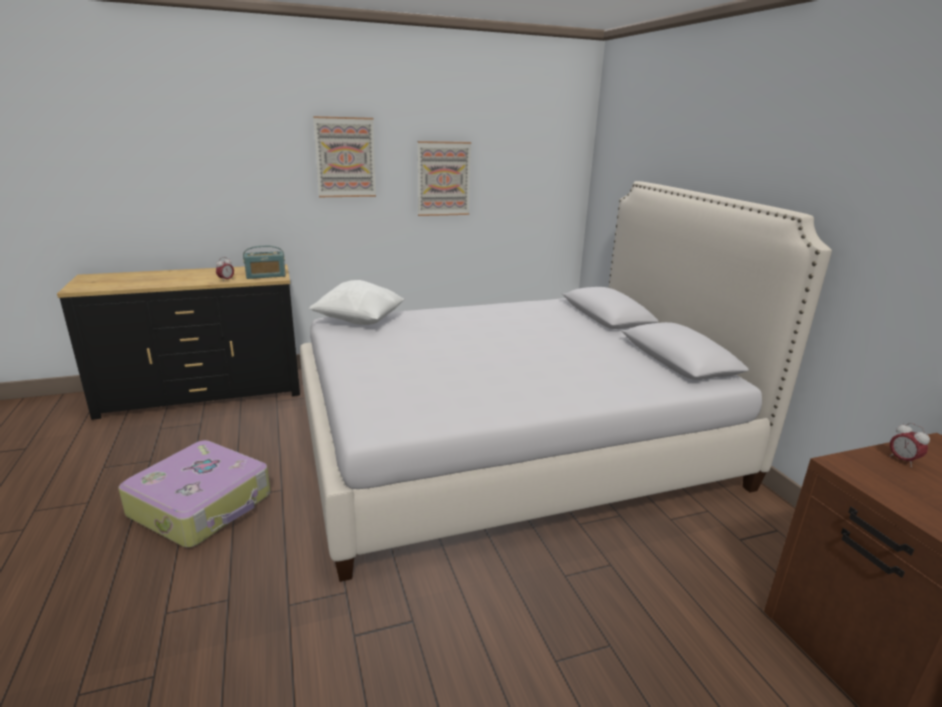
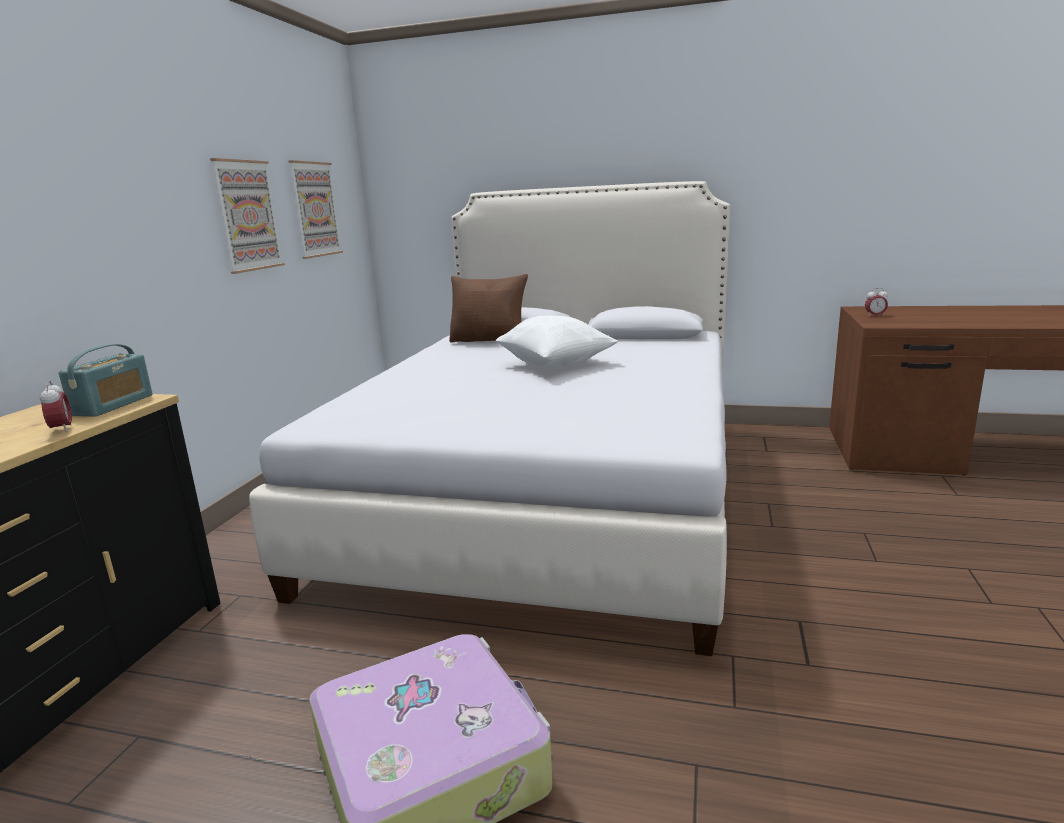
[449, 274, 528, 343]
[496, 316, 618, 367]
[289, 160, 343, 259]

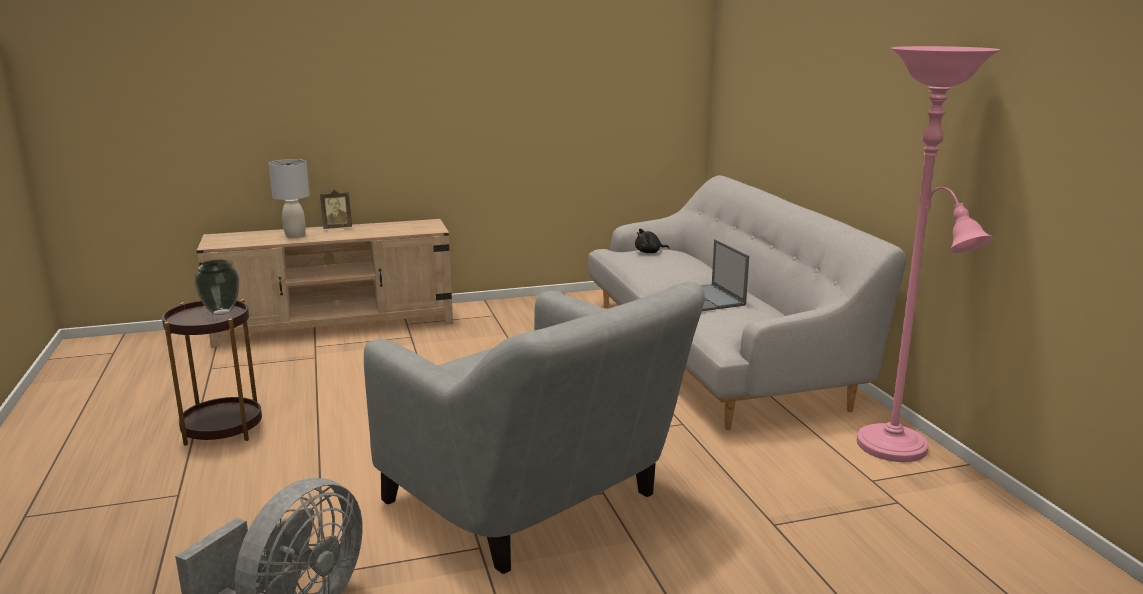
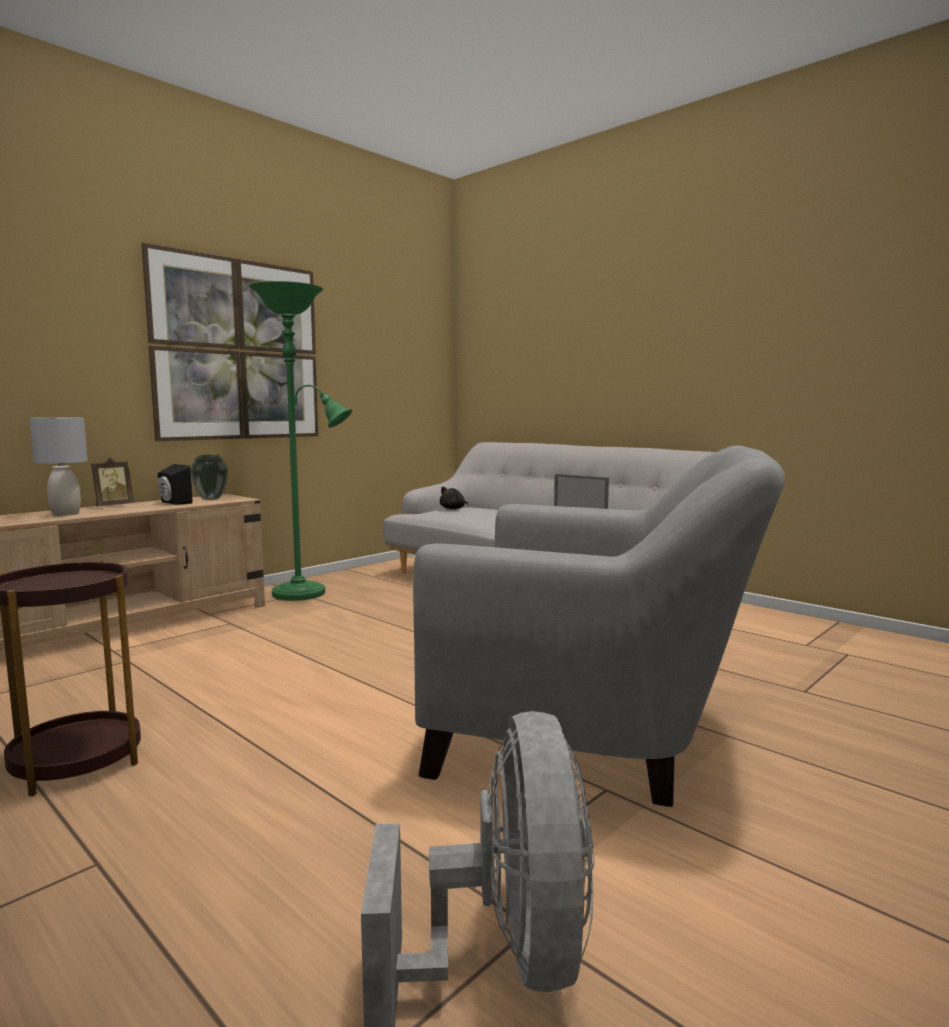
[857, 46, 1000, 462] (first image)
[141, 243, 318, 441]
[158, 464, 193, 505]
[249, 281, 352, 601]
[191, 455, 228, 500]

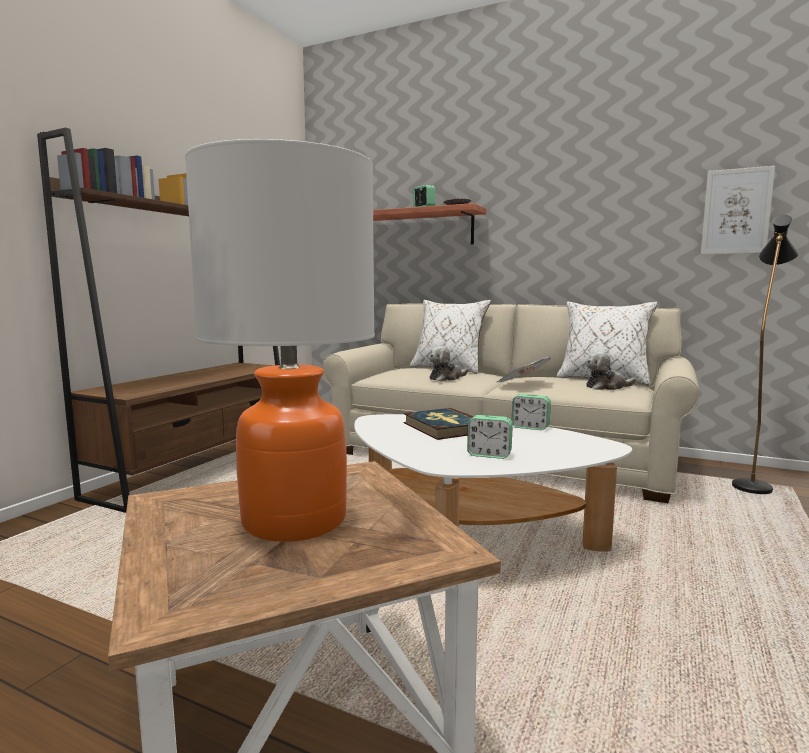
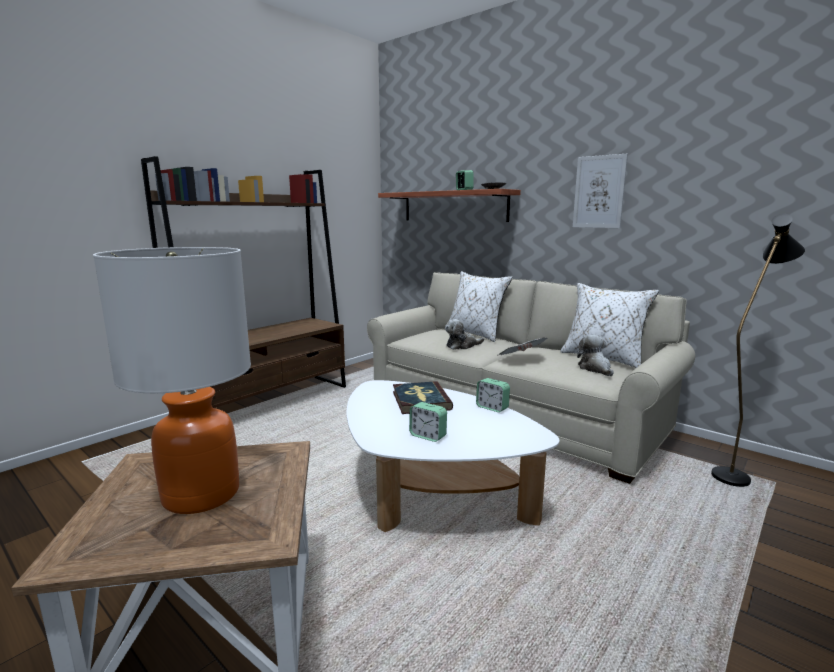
[573, 154, 628, 228]
[577, 335, 614, 376]

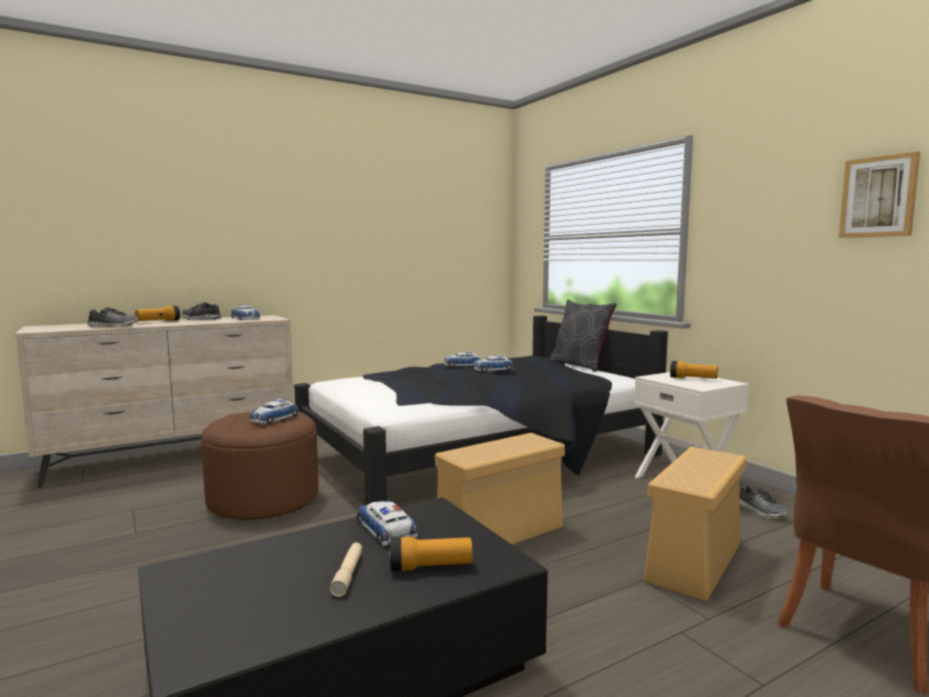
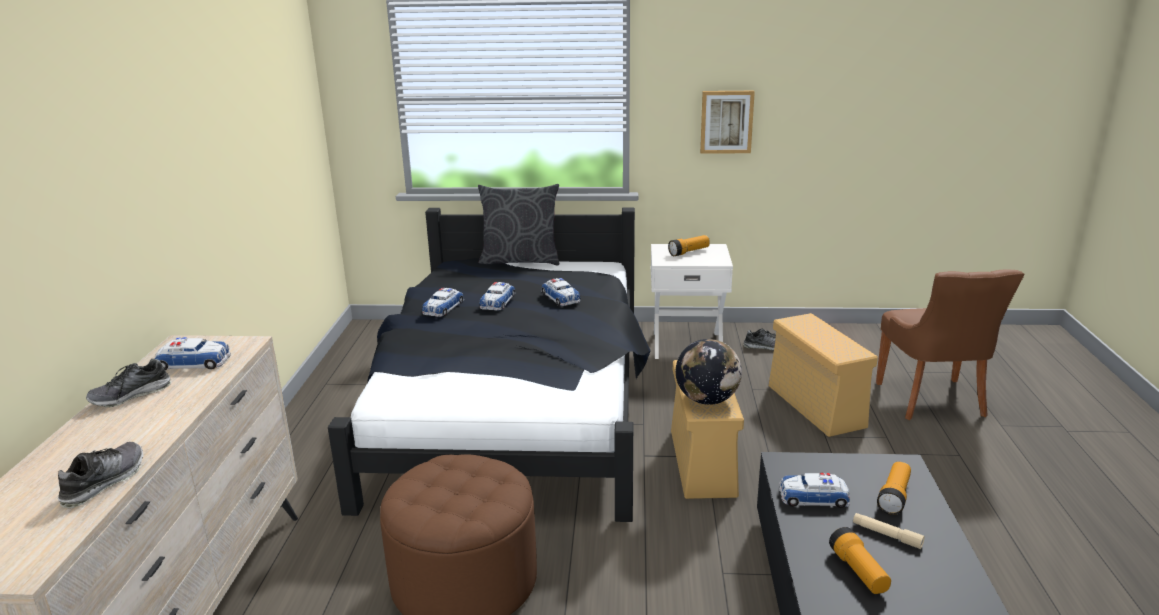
[676, 339, 742, 405]
[829, 527, 891, 594]
[541, 278, 581, 306]
[700, 91, 755, 154]

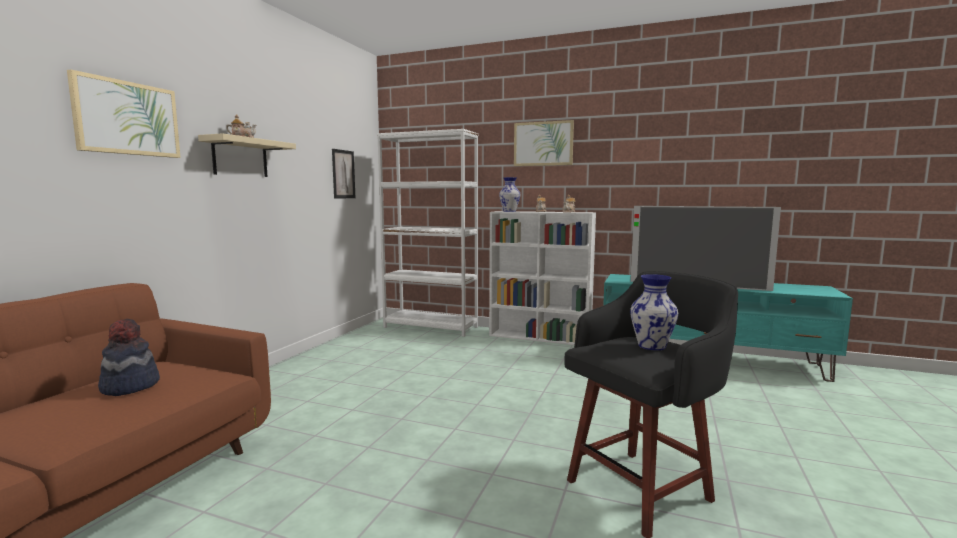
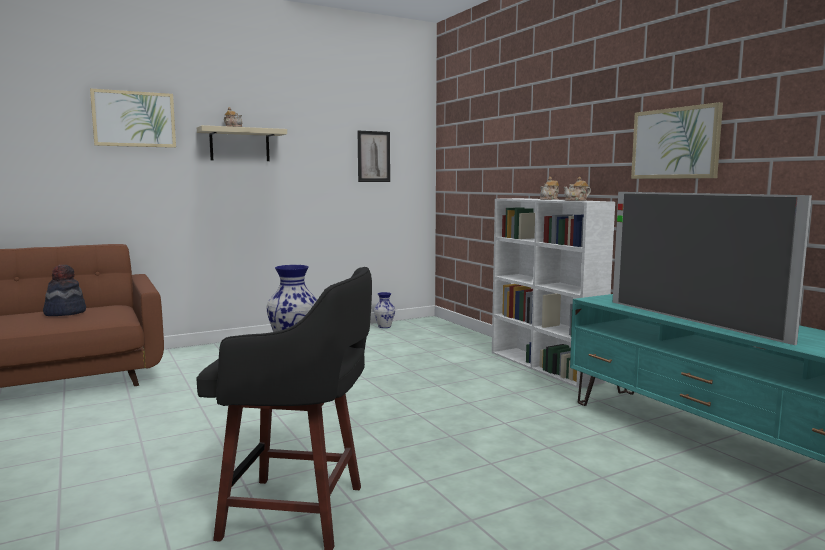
[377, 129, 479, 337] (first image)
[374, 292, 395, 328]
[631, 102, 723, 179]

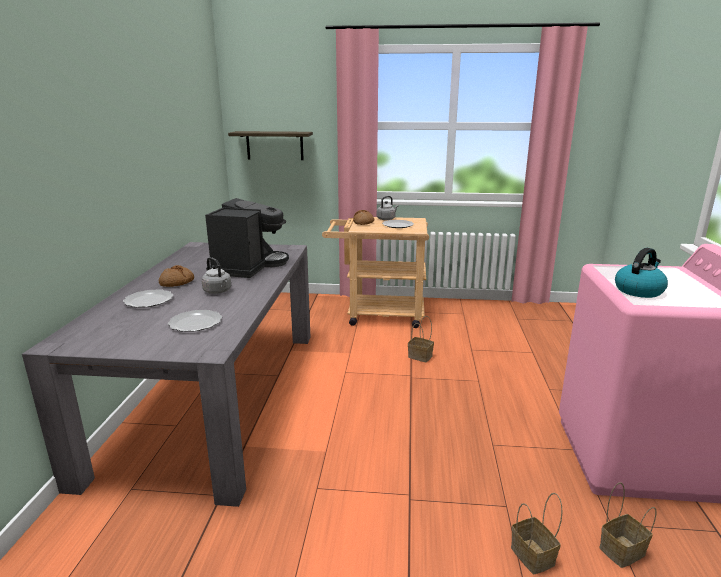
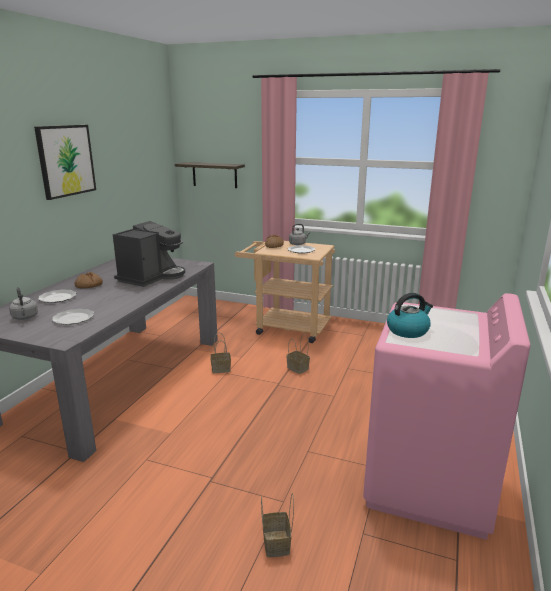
[34, 125, 96, 200]
[9, 287, 38, 320]
[210, 332, 231, 373]

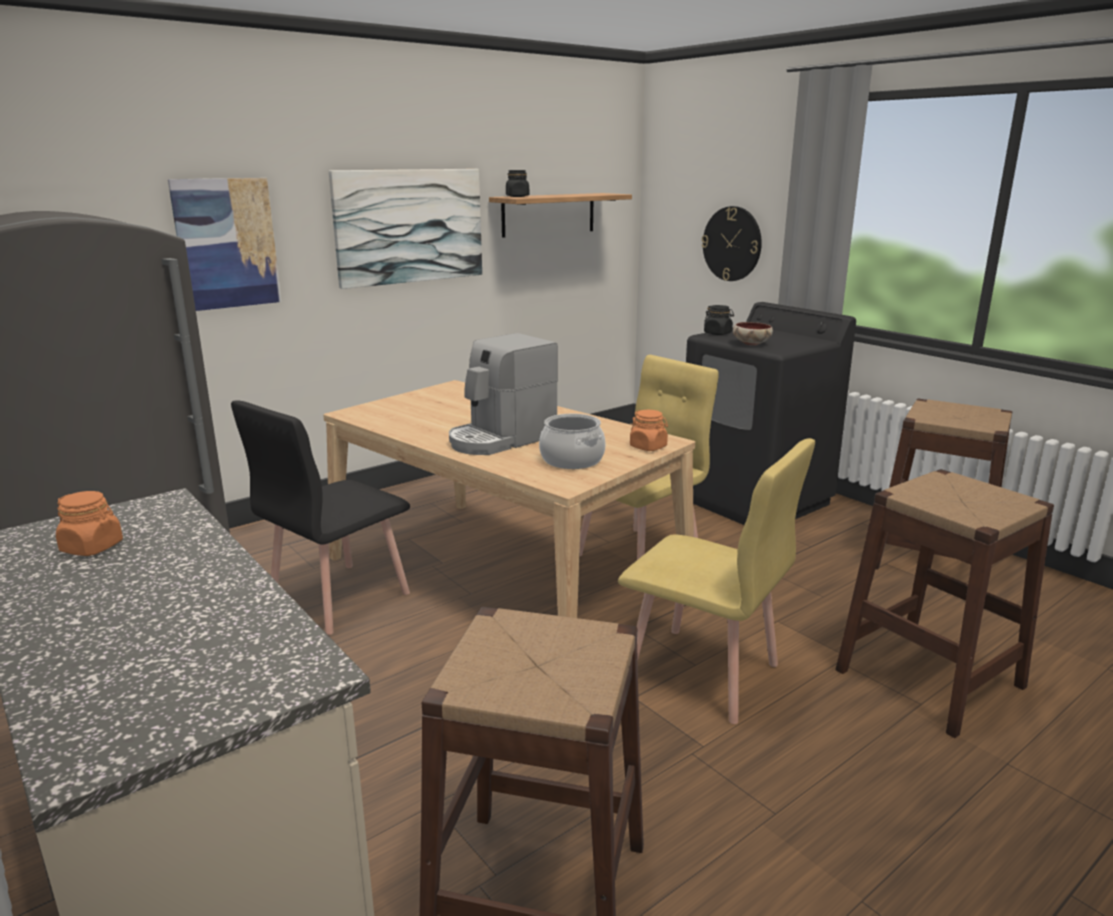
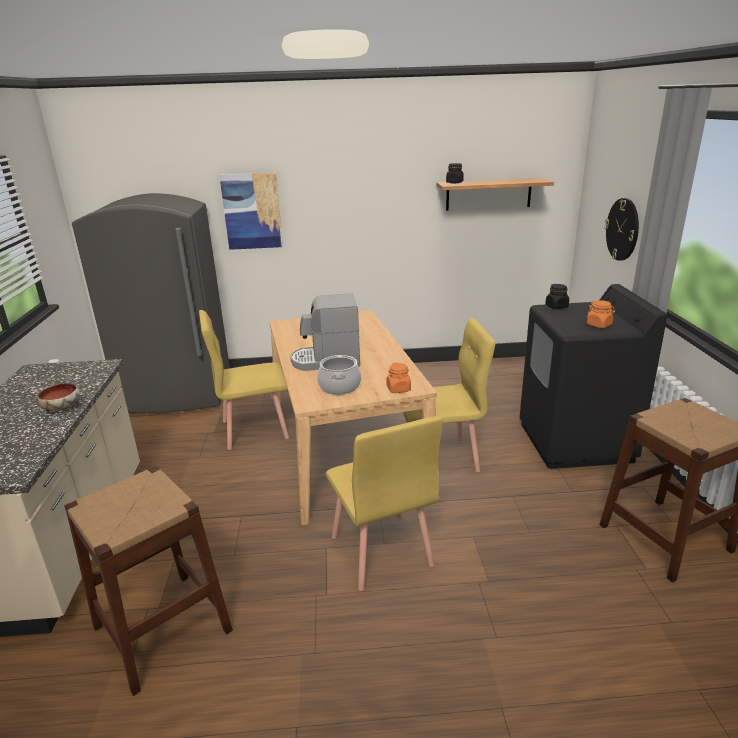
[329, 169, 482, 289] (first image)
[835, 469, 1054, 738] (first image)
[586, 300, 615, 328]
[37, 383, 80, 411]
[199, 310, 289, 450]

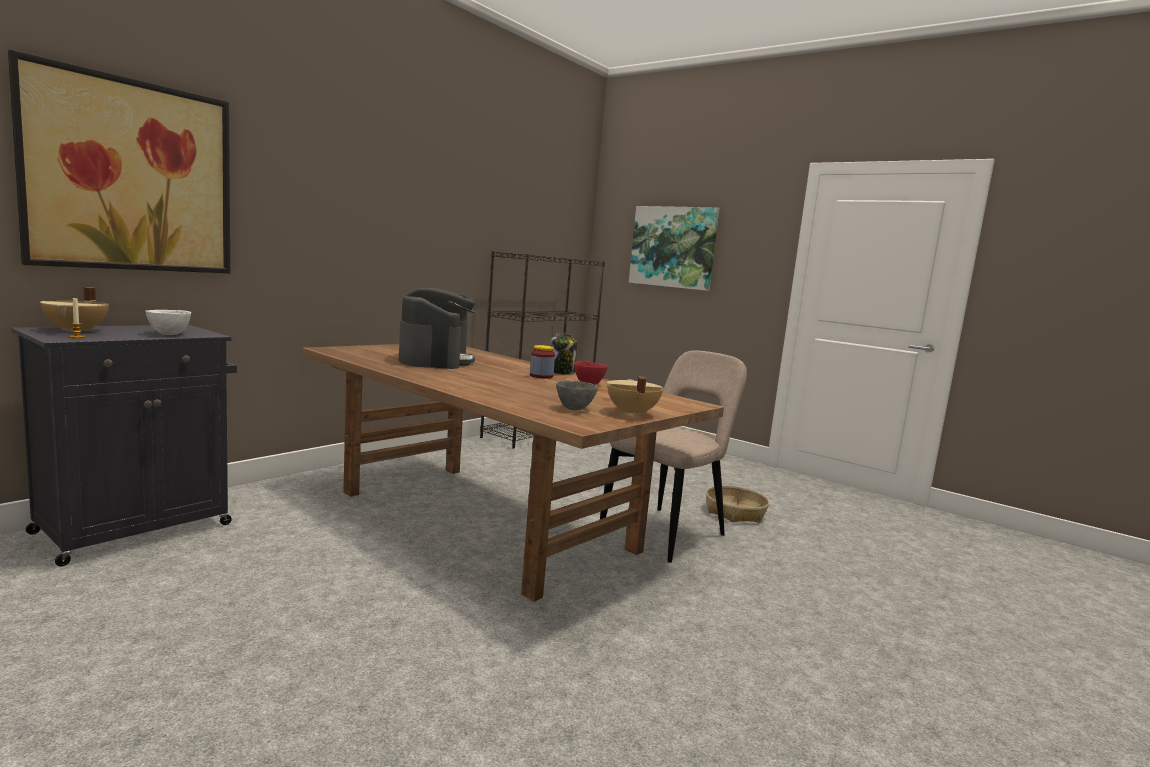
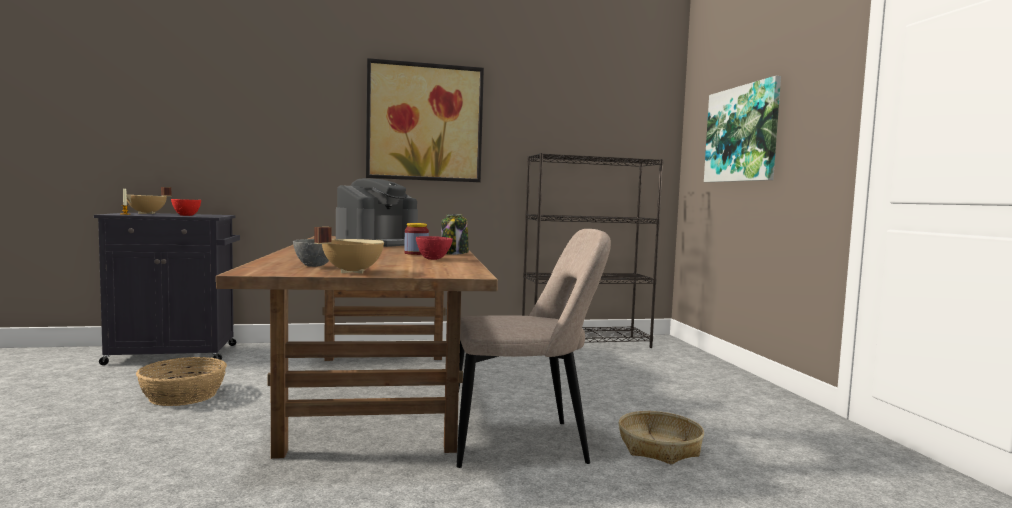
[136, 357, 227, 406]
[366, 58, 484, 182]
[171, 199, 201, 216]

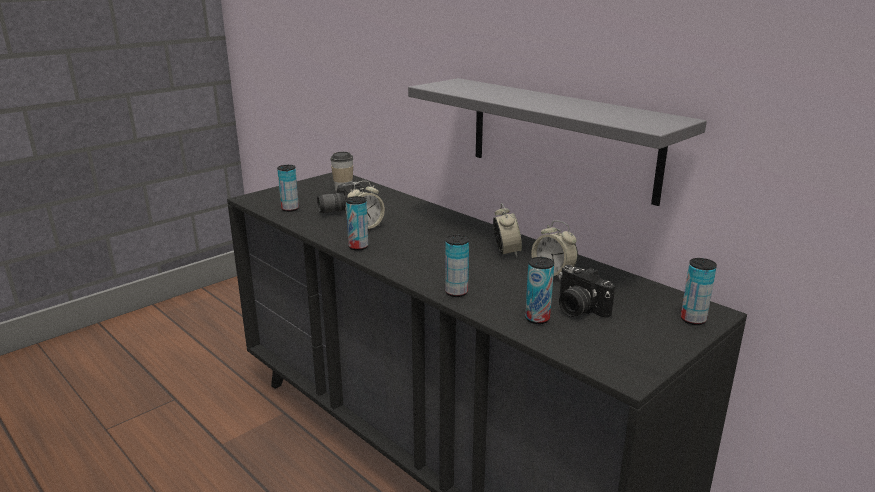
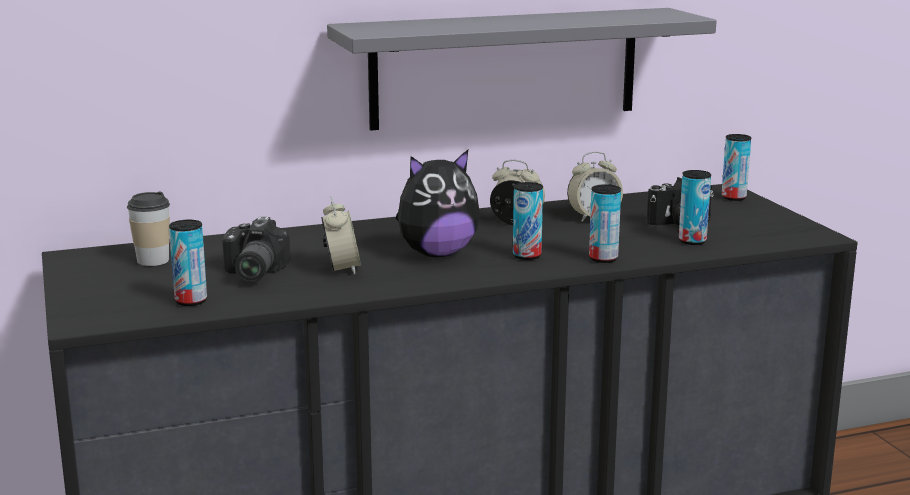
[396, 150, 480, 257]
[513, 182, 543, 260]

